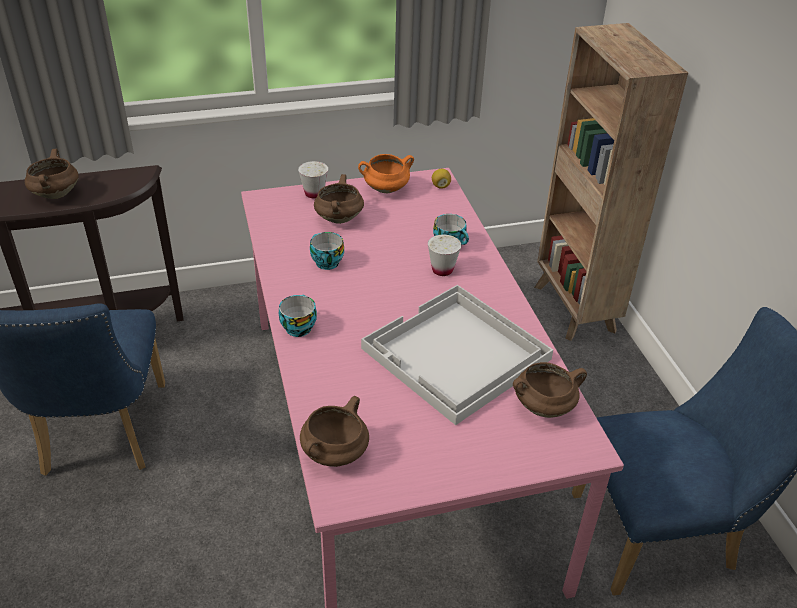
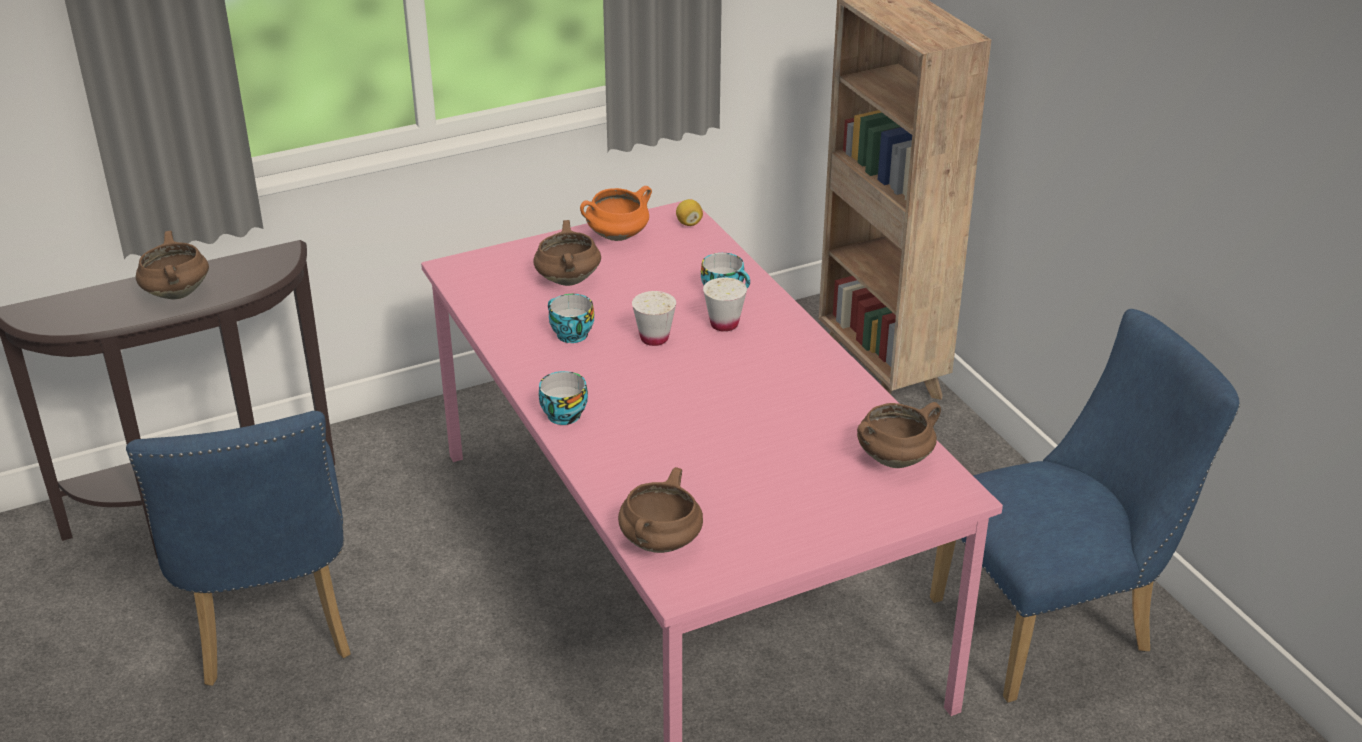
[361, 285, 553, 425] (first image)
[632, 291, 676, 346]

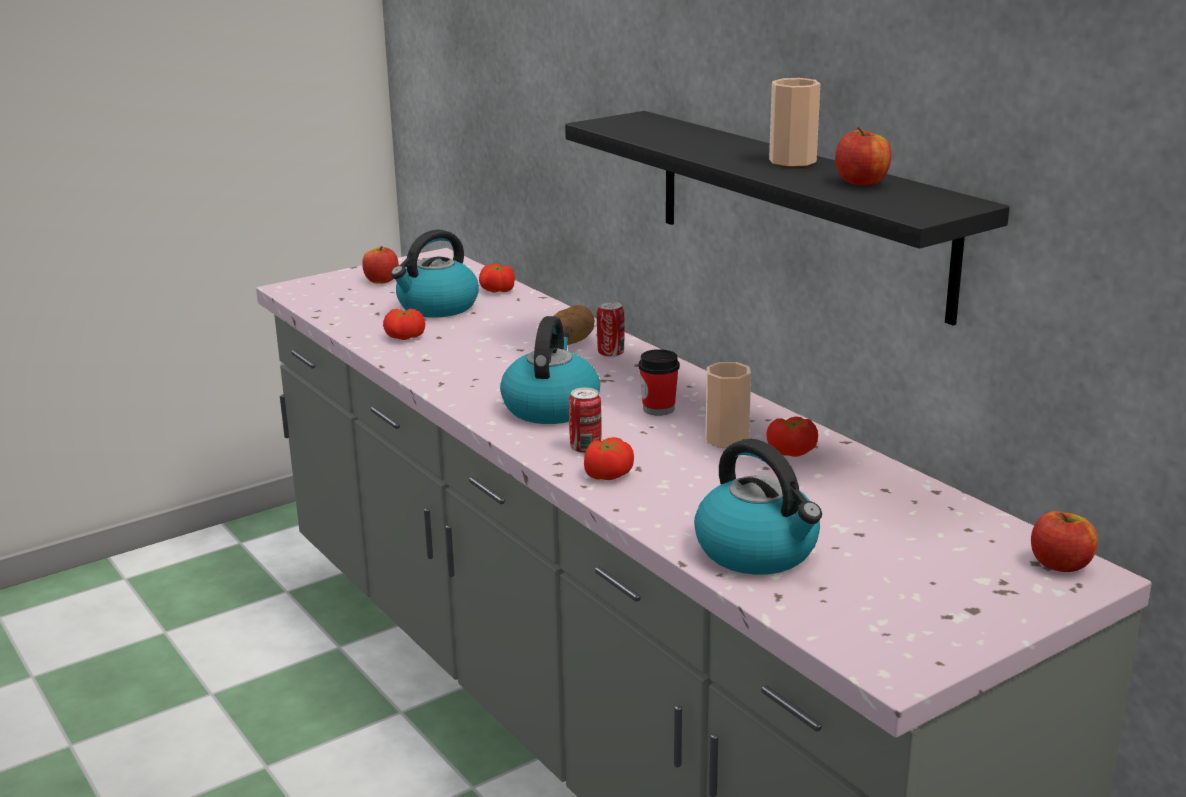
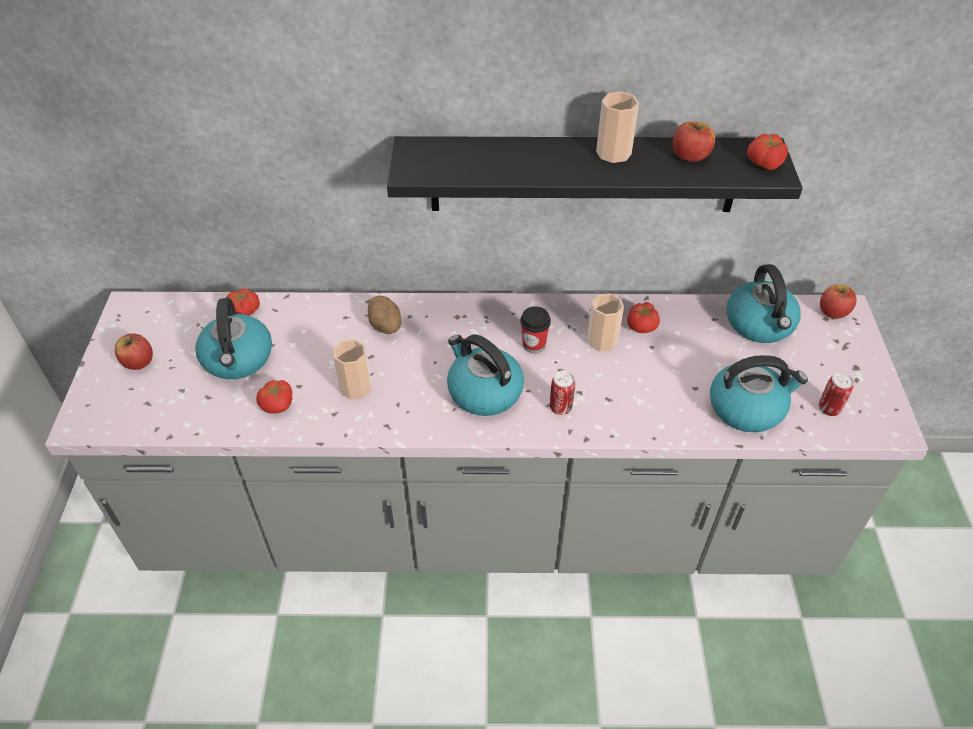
[333, 339, 371, 400]
[727, 264, 801, 343]
[747, 134, 788, 170]
[819, 373, 854, 416]

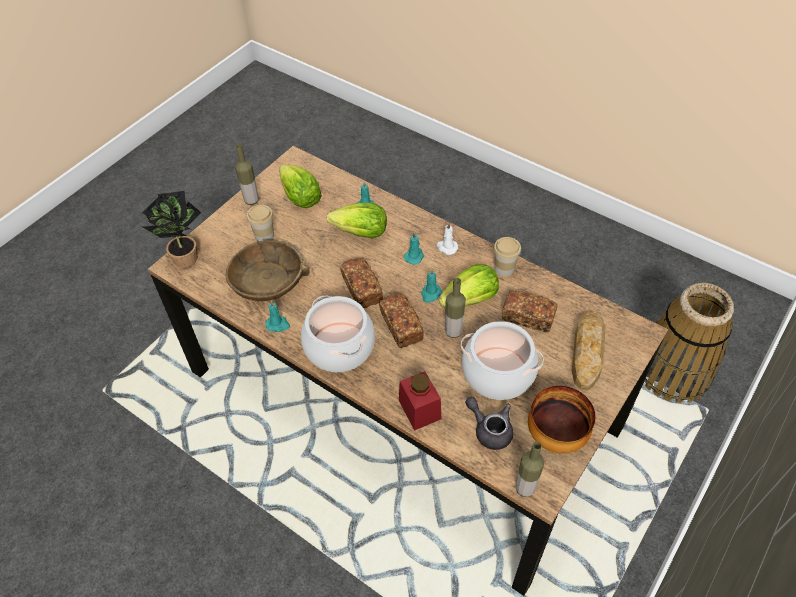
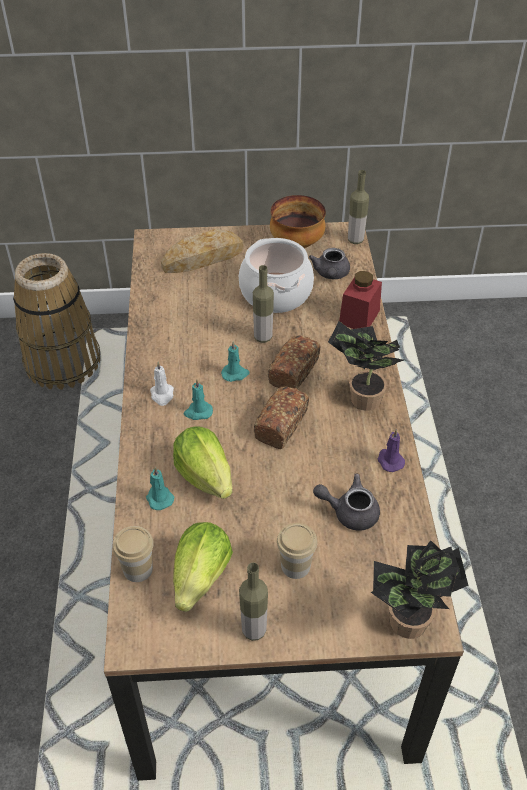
[439, 264, 499, 308] (first image)
[502, 290, 558, 333] (first image)
[113, 526, 154, 582]
[313, 474, 380, 531]
[328, 321, 404, 411]
[377, 429, 405, 472]

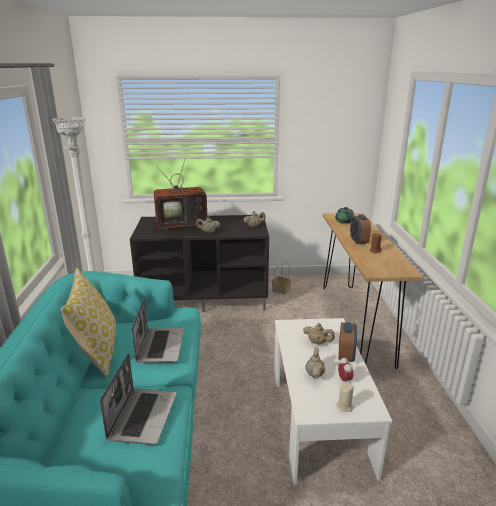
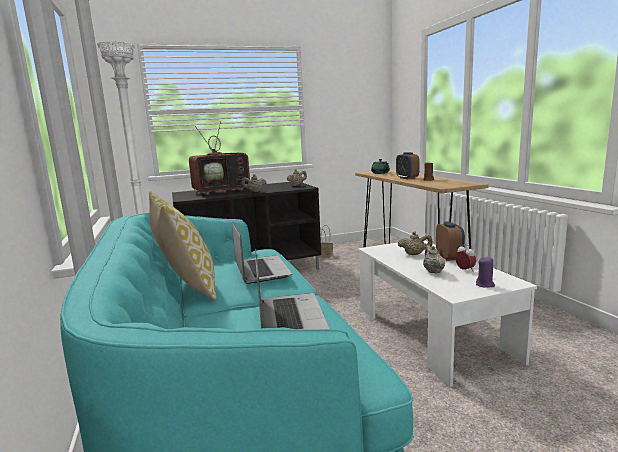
[476, 257, 495, 288]

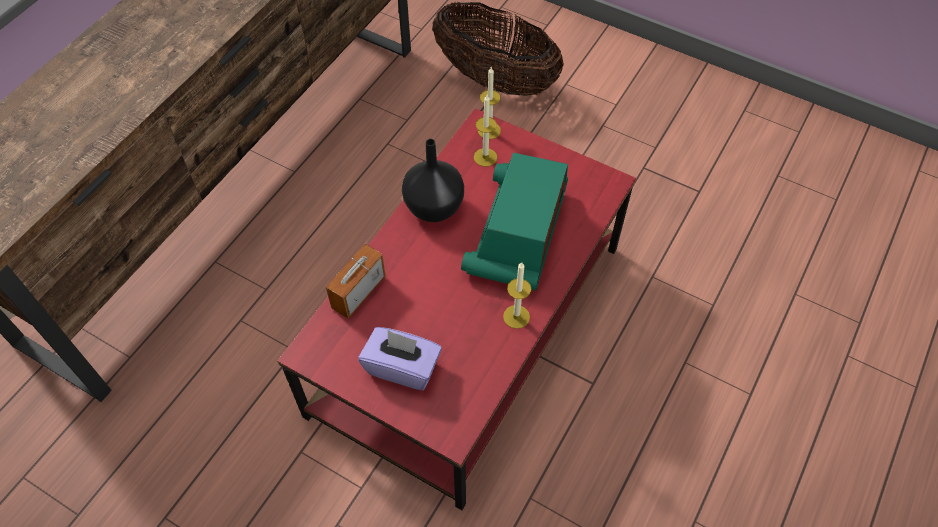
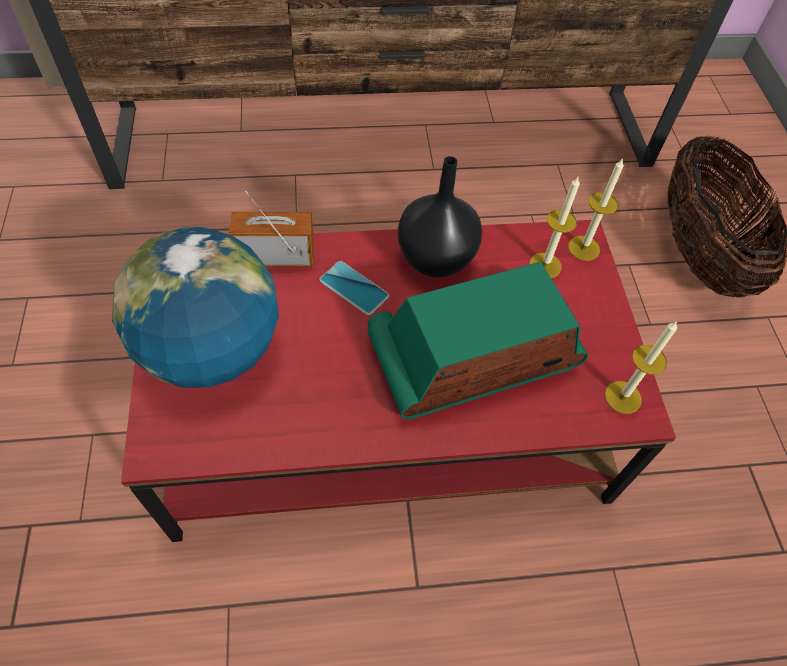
[319, 261, 390, 315]
[605, 321, 677, 414]
[112, 227, 279, 388]

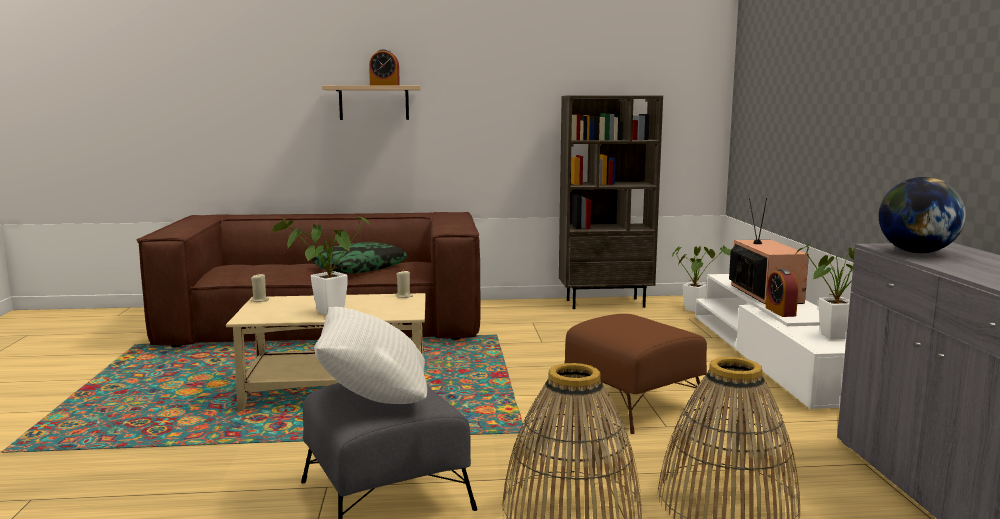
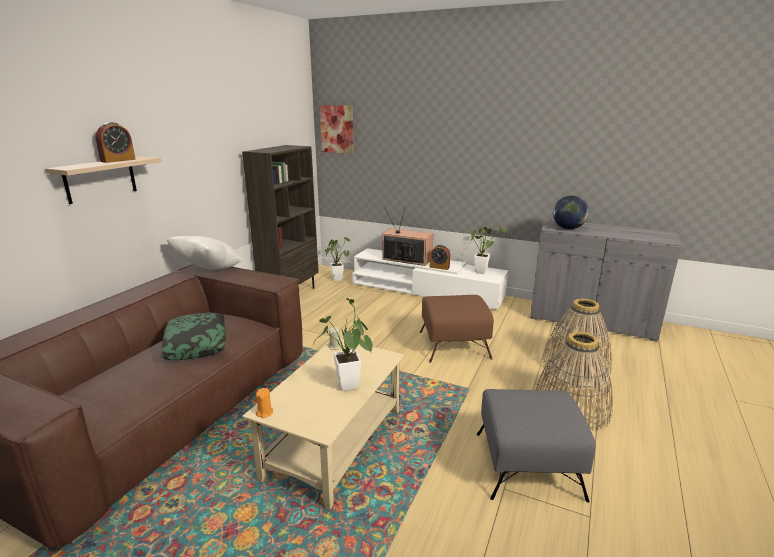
[319, 105, 354, 154]
[166, 236, 243, 270]
[256, 388, 273, 418]

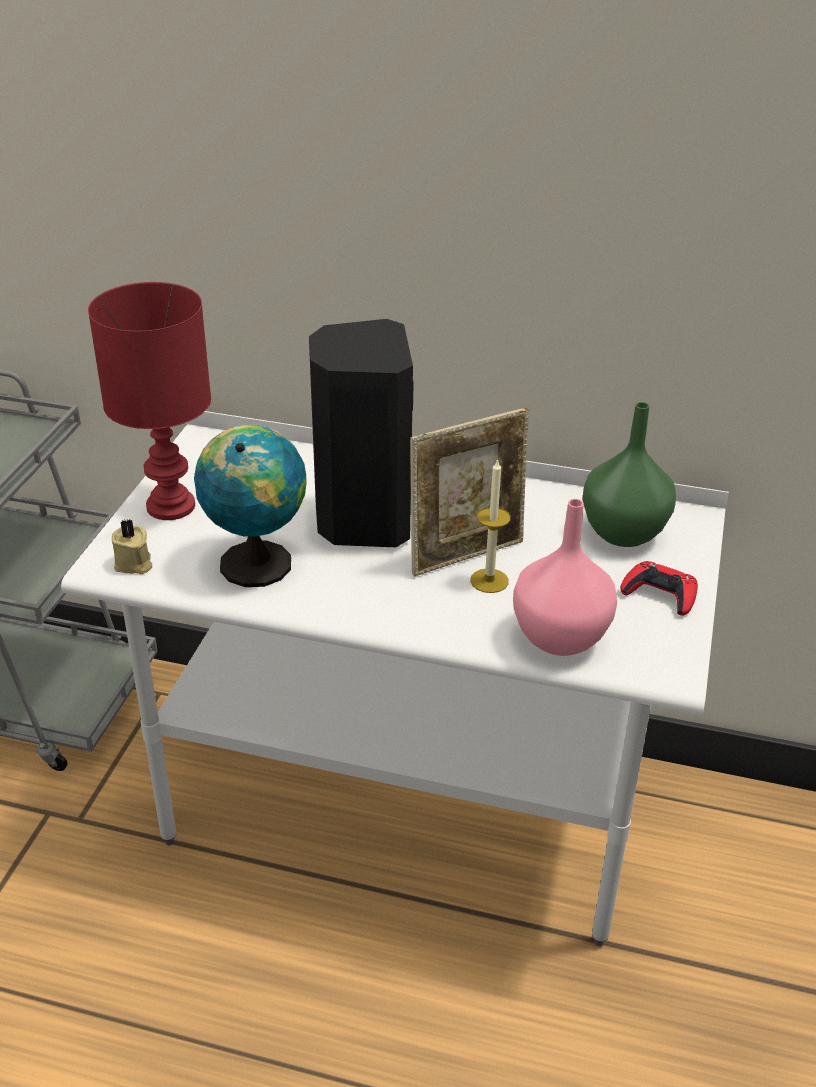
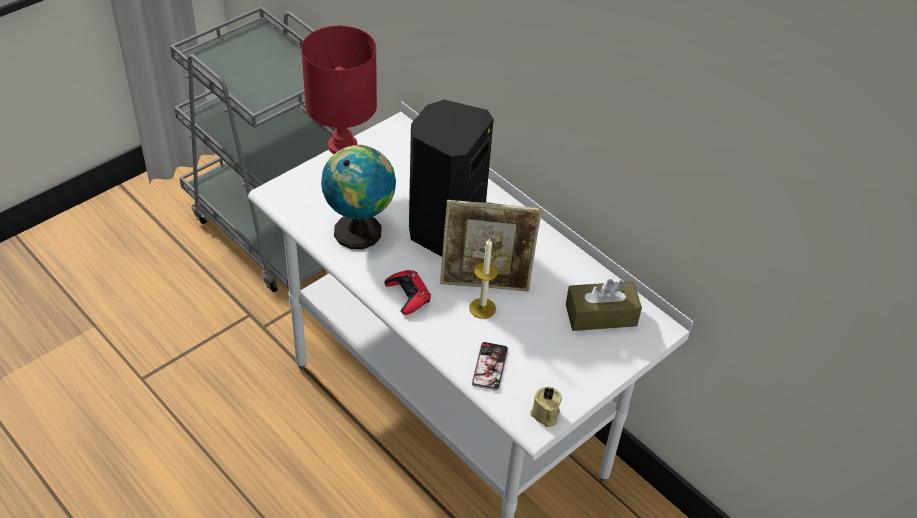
[530, 387, 562, 427]
[384, 270, 431, 315]
[472, 342, 508, 391]
[566, 279, 642, 331]

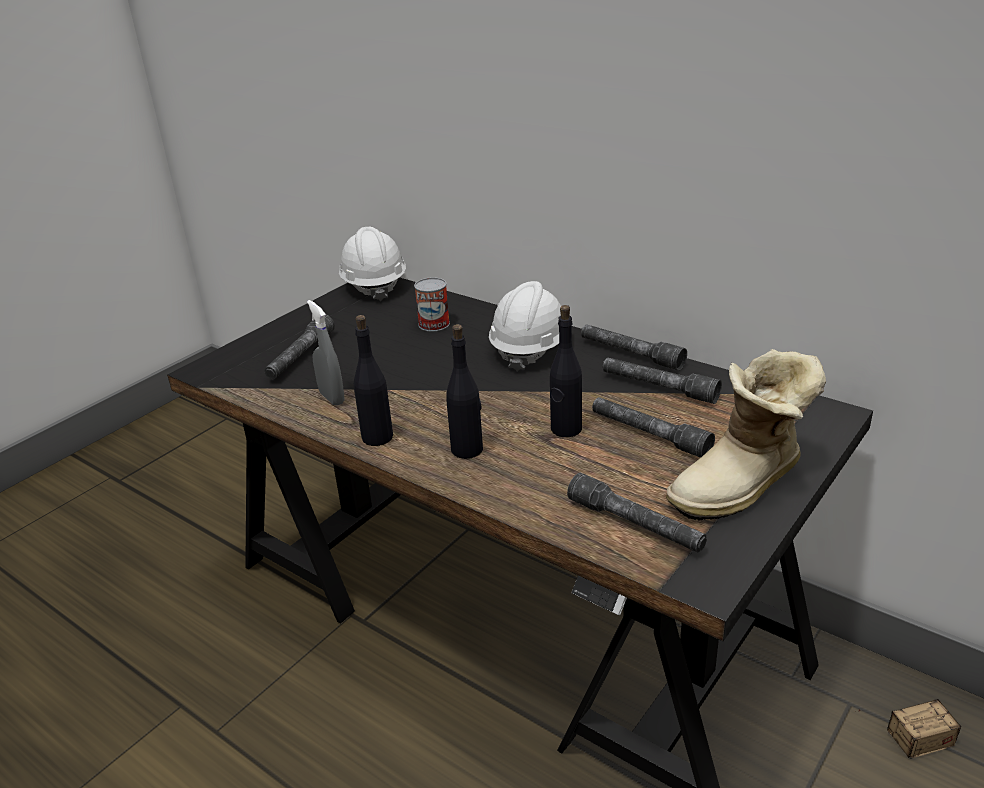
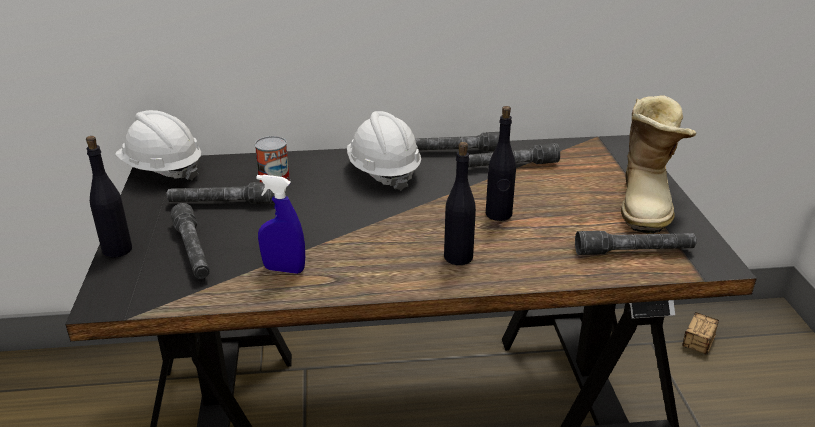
[86, 136, 132, 258]
[167, 182, 275, 204]
[257, 175, 305, 274]

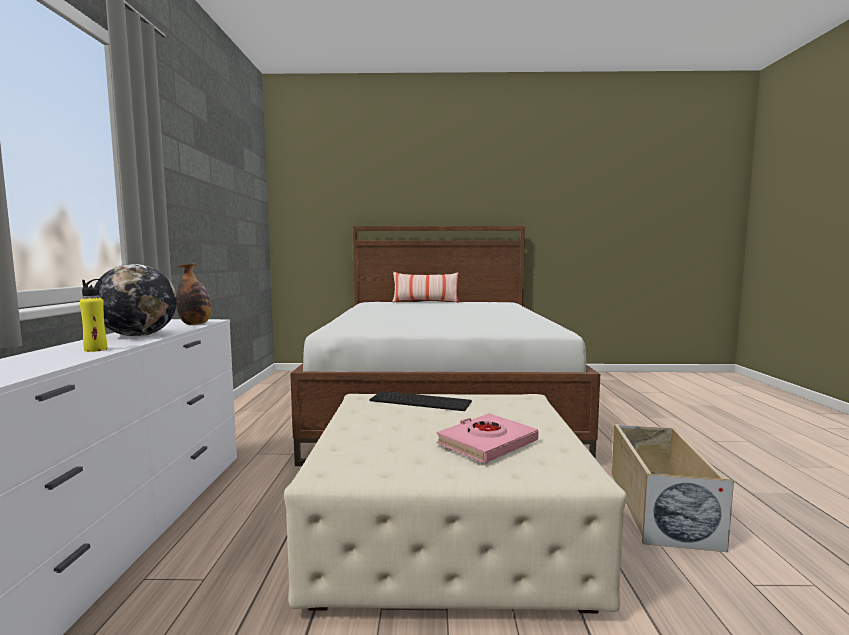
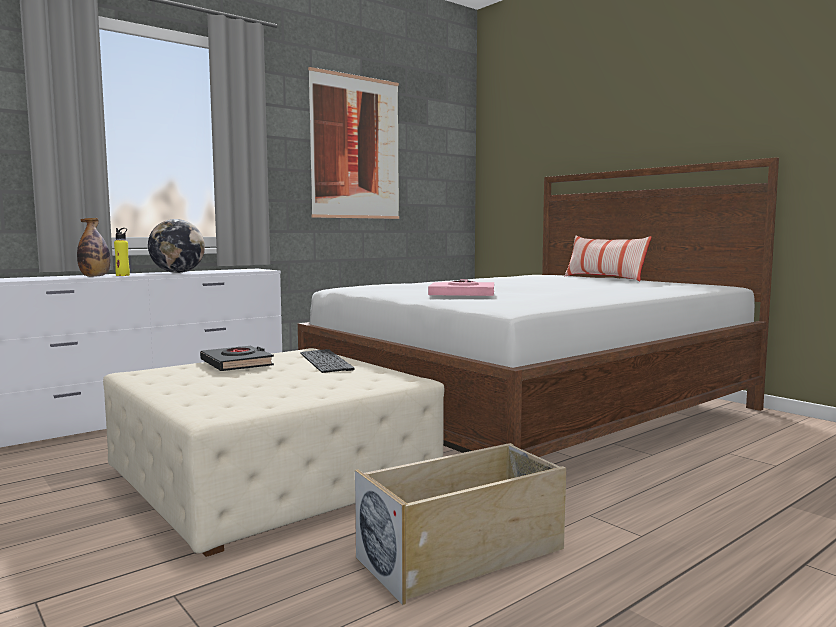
[200, 346, 274, 371]
[308, 67, 399, 219]
[77, 218, 110, 277]
[428, 279, 494, 296]

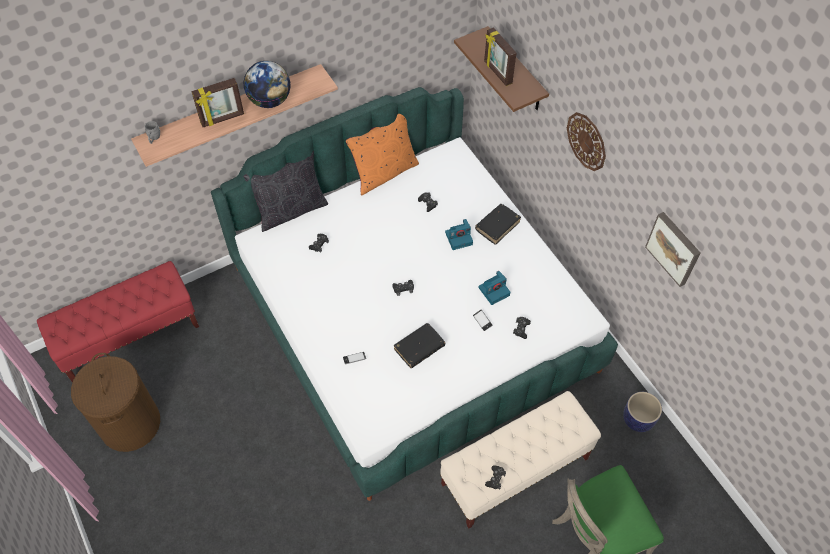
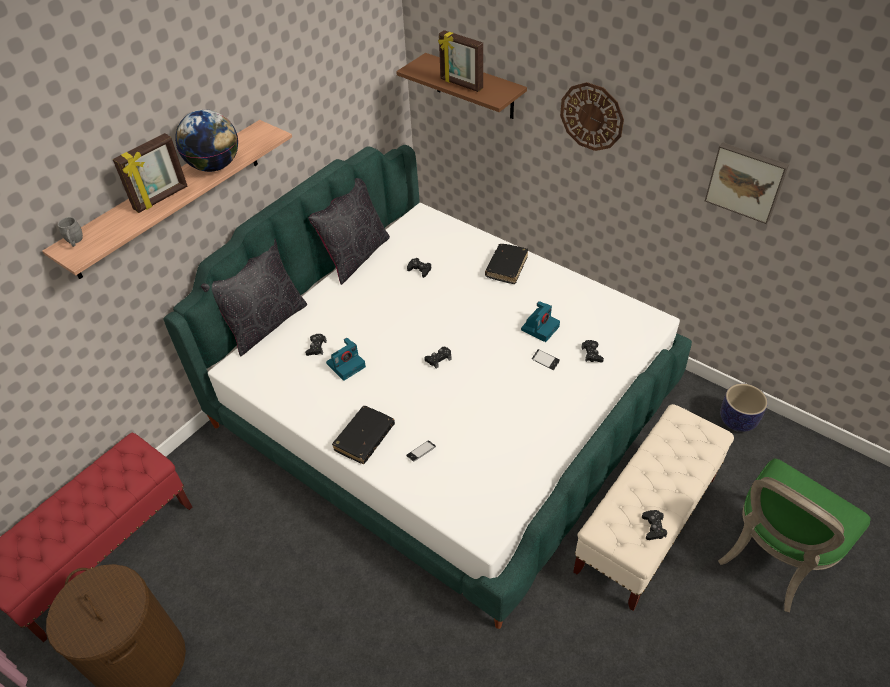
[332, 406, 395, 464]
[326, 338, 366, 381]
[309, 178, 390, 285]

